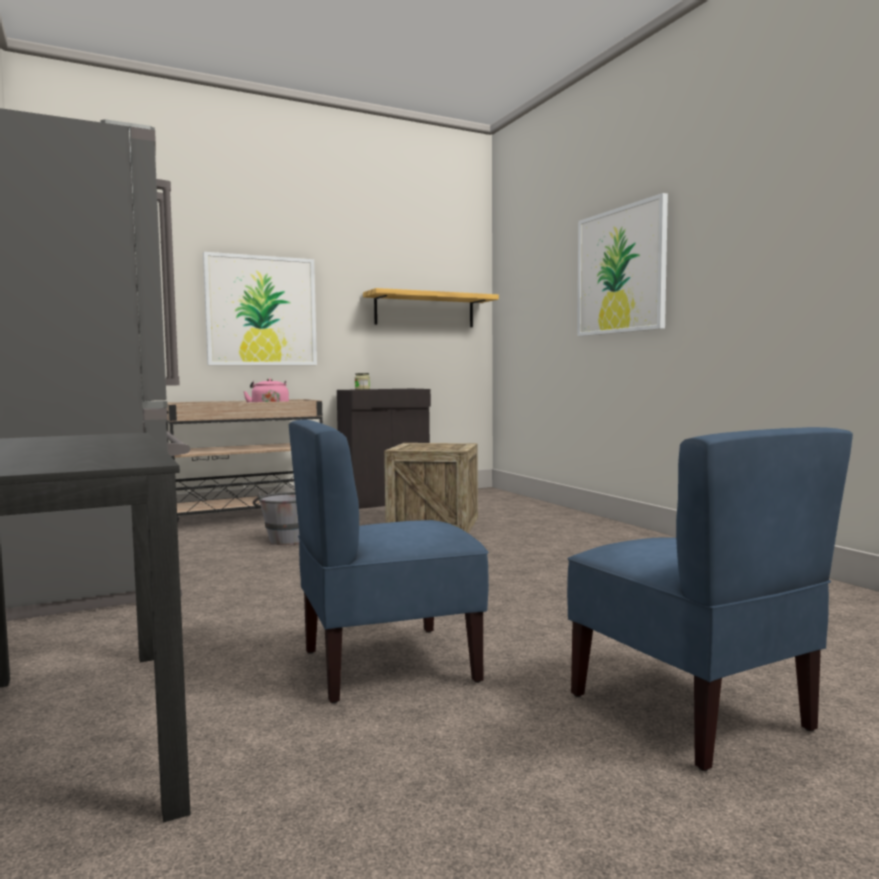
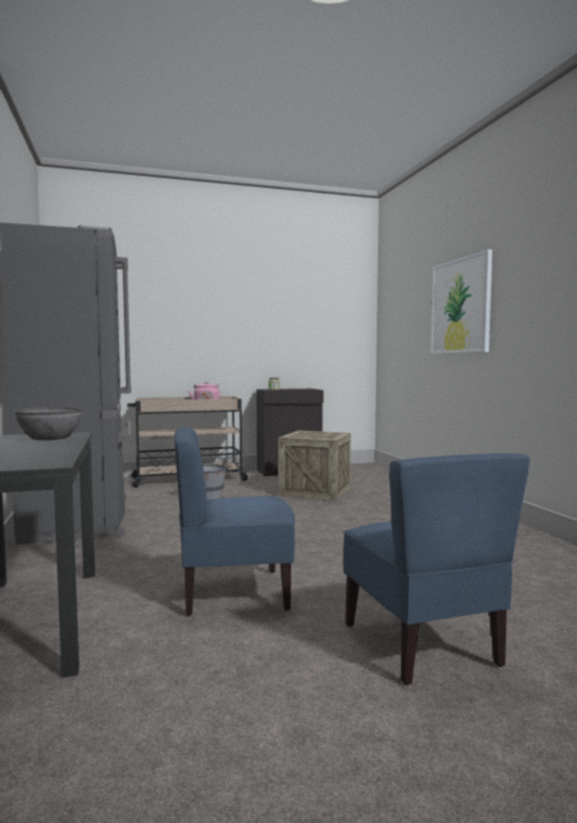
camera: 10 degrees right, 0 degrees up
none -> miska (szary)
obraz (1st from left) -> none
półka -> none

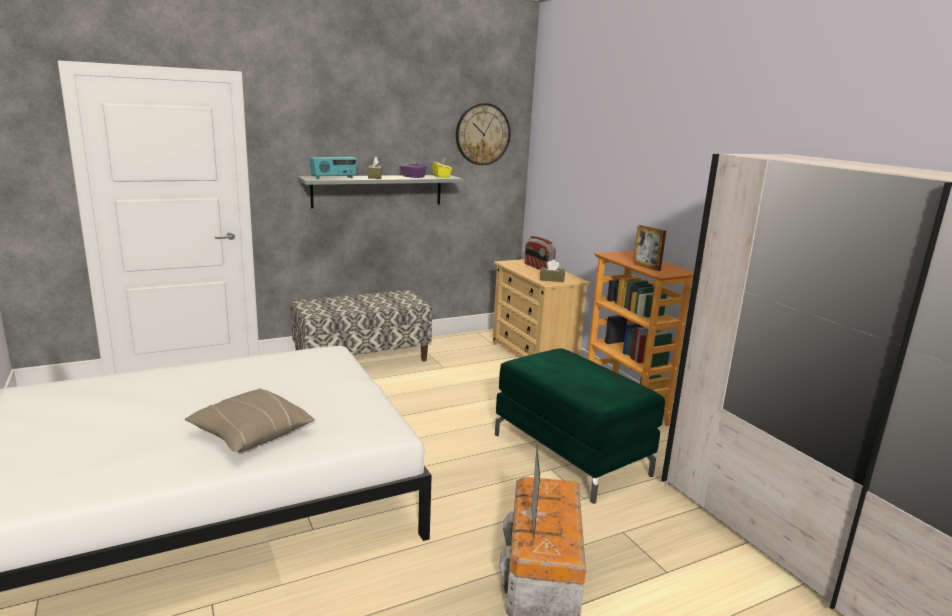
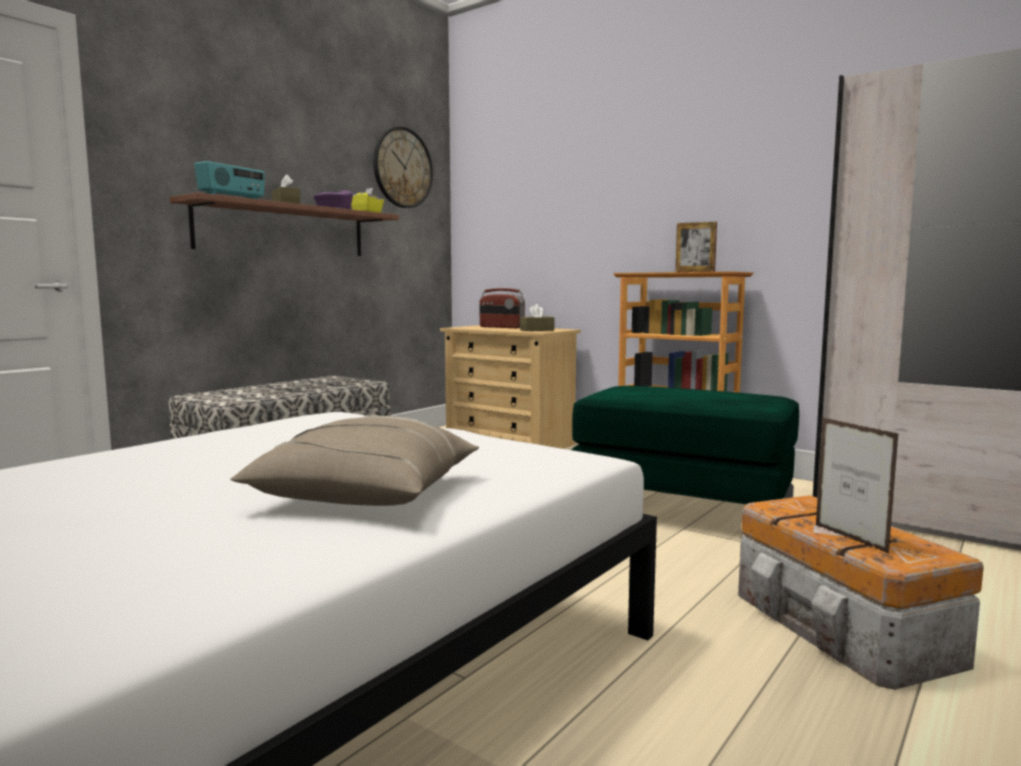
camera: 25 degrees left, 10 degrees down
półka (szary) -> półka (brązowy)

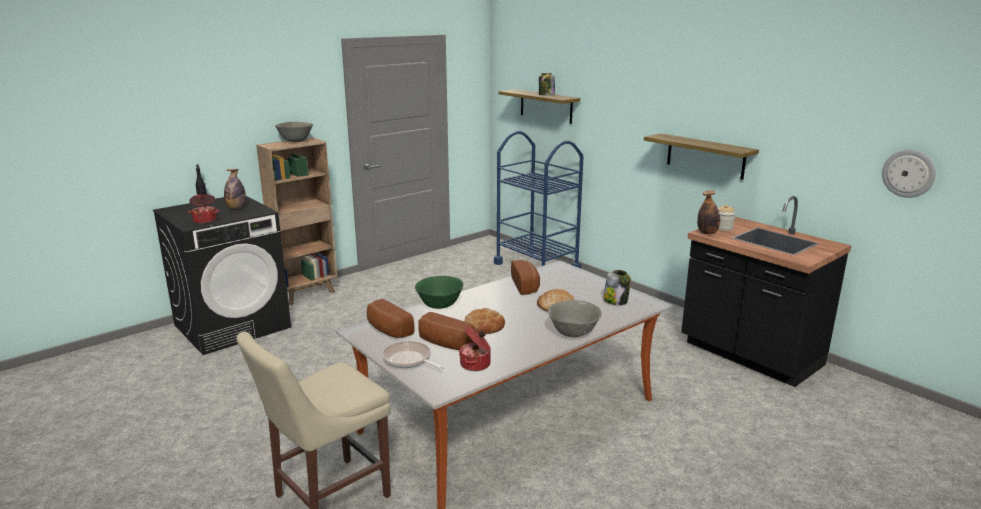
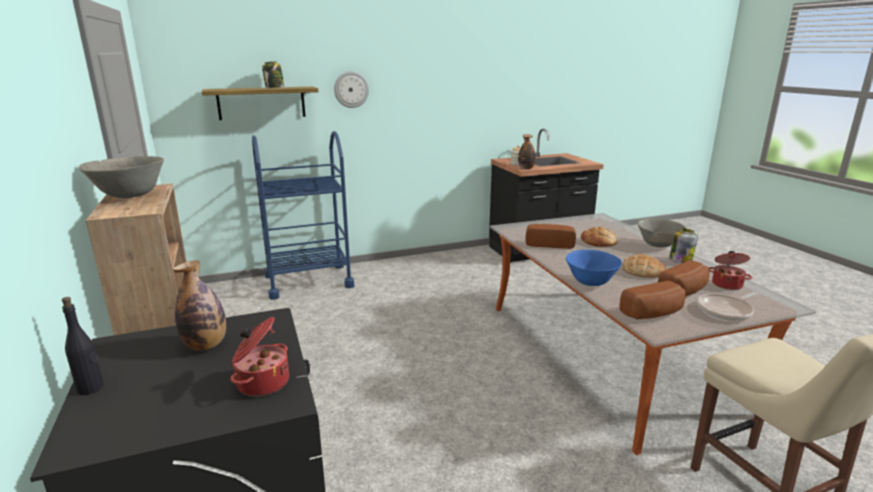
camera: 70 degrees left, 0 degrees up
zegar ścienny, move
miska (zielony) -> miska (niebieski)
słoik (2nd from left in the first image) -> słoik (3rd from left), move
półka (2nd from left) -> none

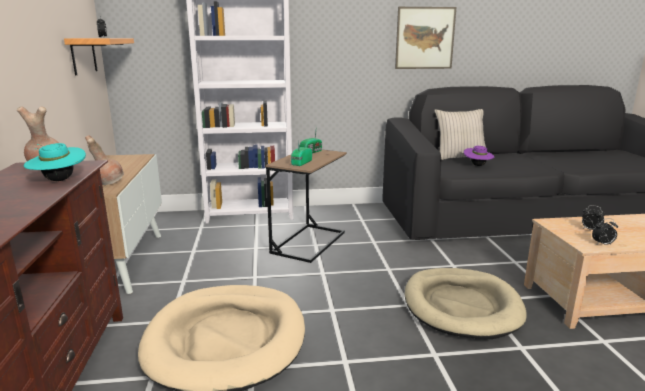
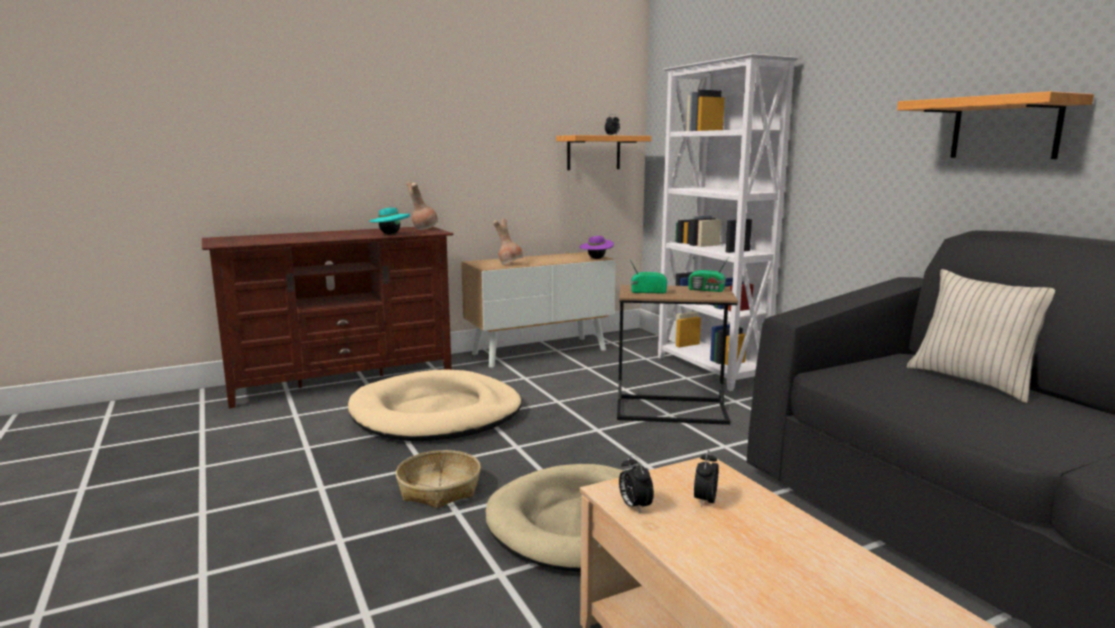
camera: 70 degrees right, 5 degrees down
none -> koszyk
kapelusz (fioletowy), move
obraz -> półka (2nd from left)

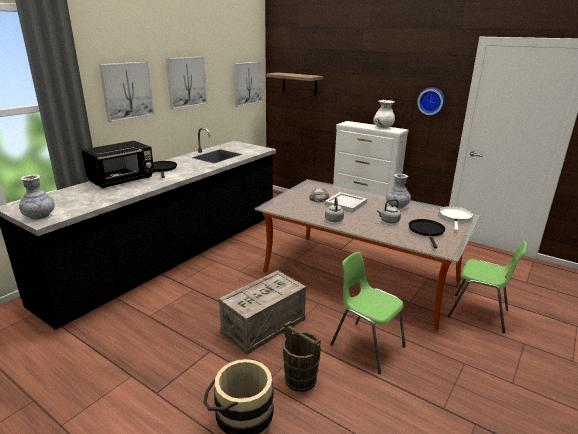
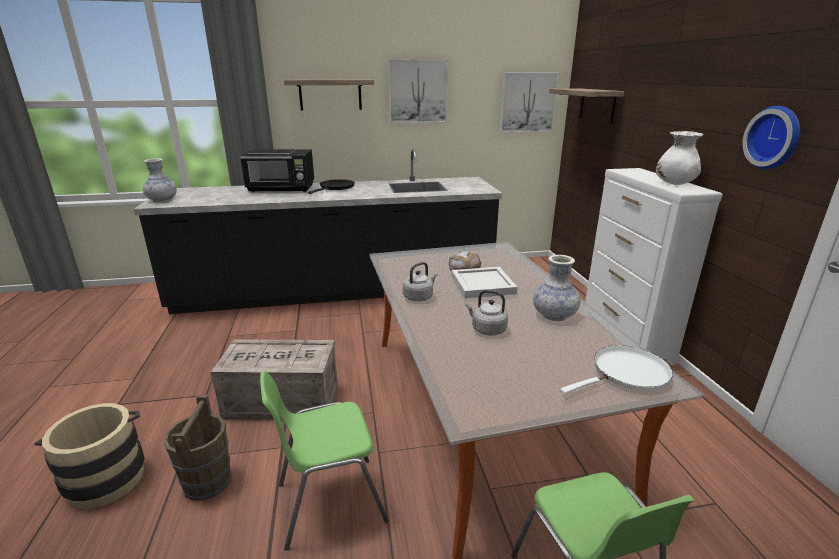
camera: 45 degrees right, 0 degrees up
krzesło (zielony) (1st from left), 105 degrees counterclockwise
obraz (1st from left) -> półka (1st from left)
patelnia (czarny) (2nd from left) -> none

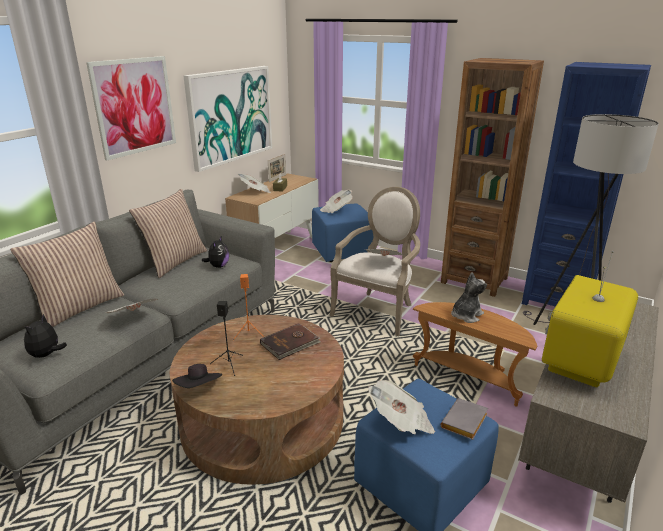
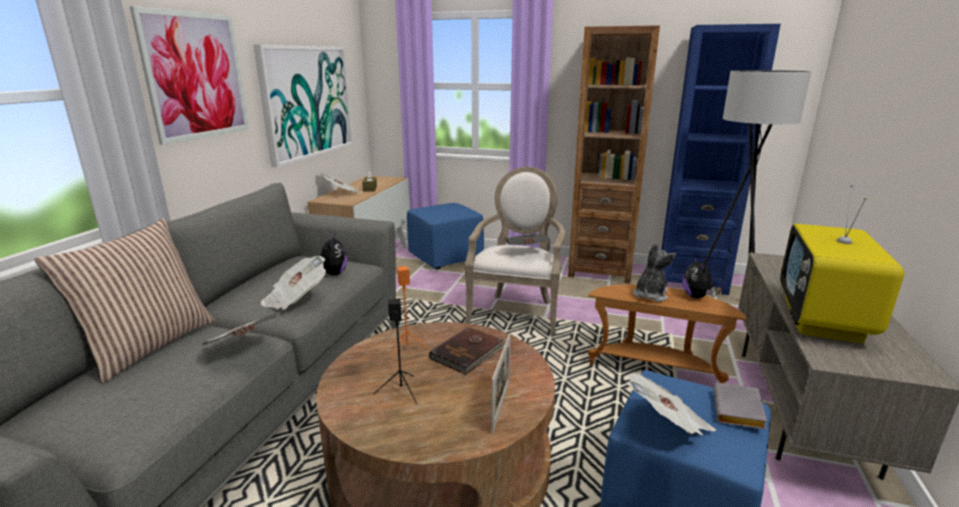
camera: 15 degrees left, 5 degrees down
gazeta (3rd from left in the first image) -> gazeta (2nd from left), move
ramka na zdjęcie, move
pluszak (1st from left in the first image) -> pluszak (3rd from left), move
poduszka (2nd from left) -> none
kapelusz (czarny) -> none

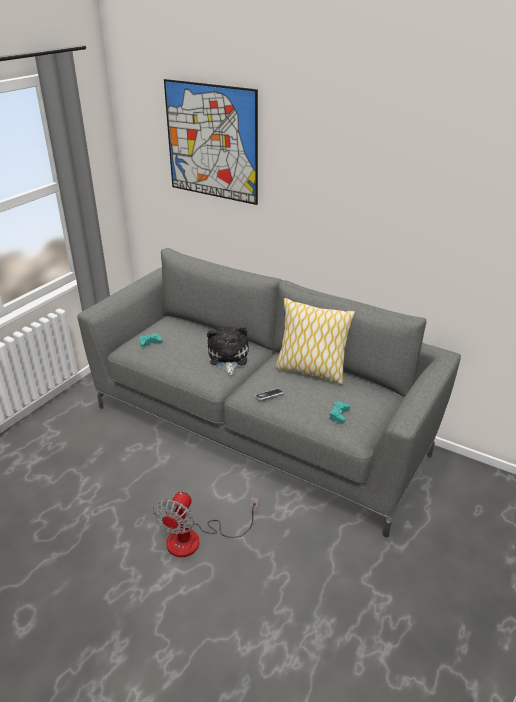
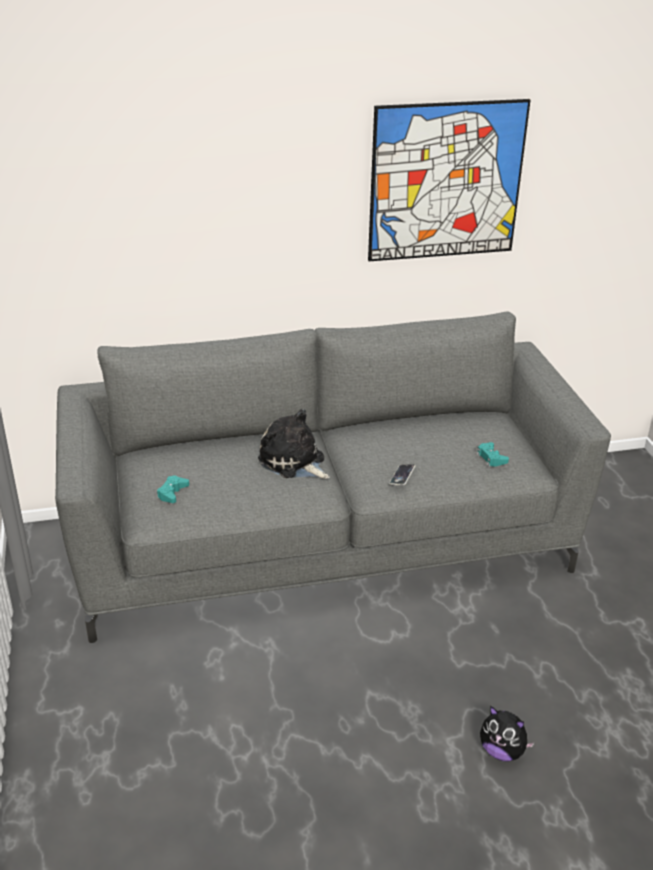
camera: 45 degrees left, 0 degrees up
obraz, move
none -> pluszak (2nd from left)
wentylator -> none
poduszka -> none

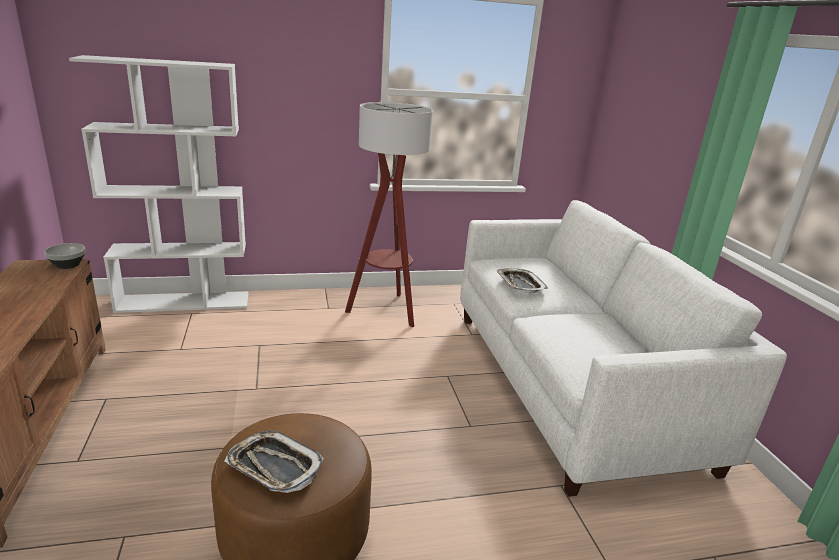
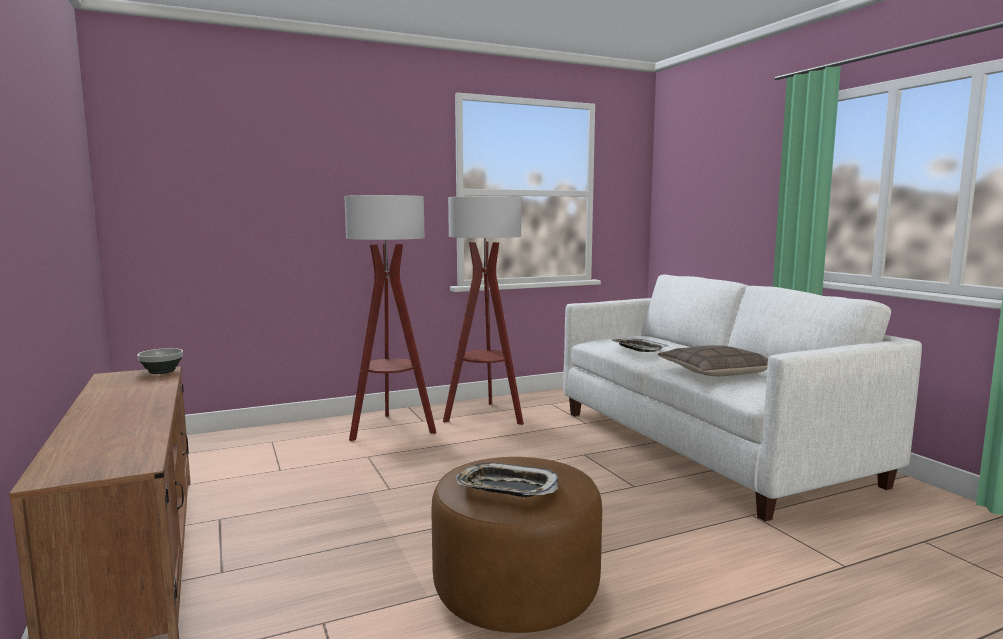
camera: 10 degrees left, 15 degrees down
none -> lampa stojąca (1st from left)
none -> poduszka
regał (biały) -> none

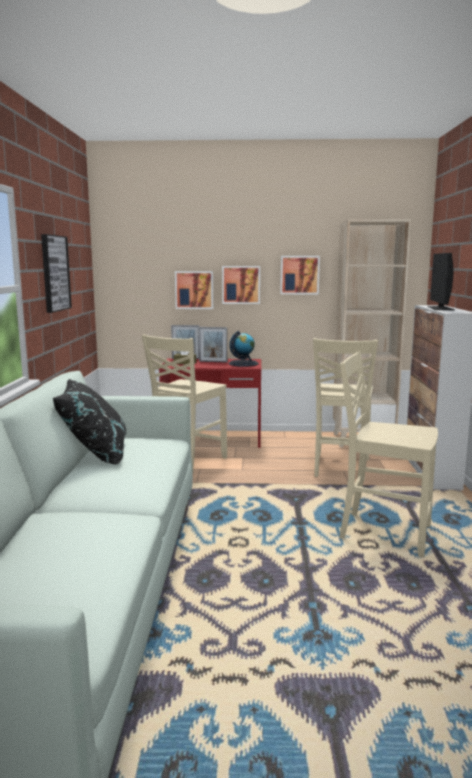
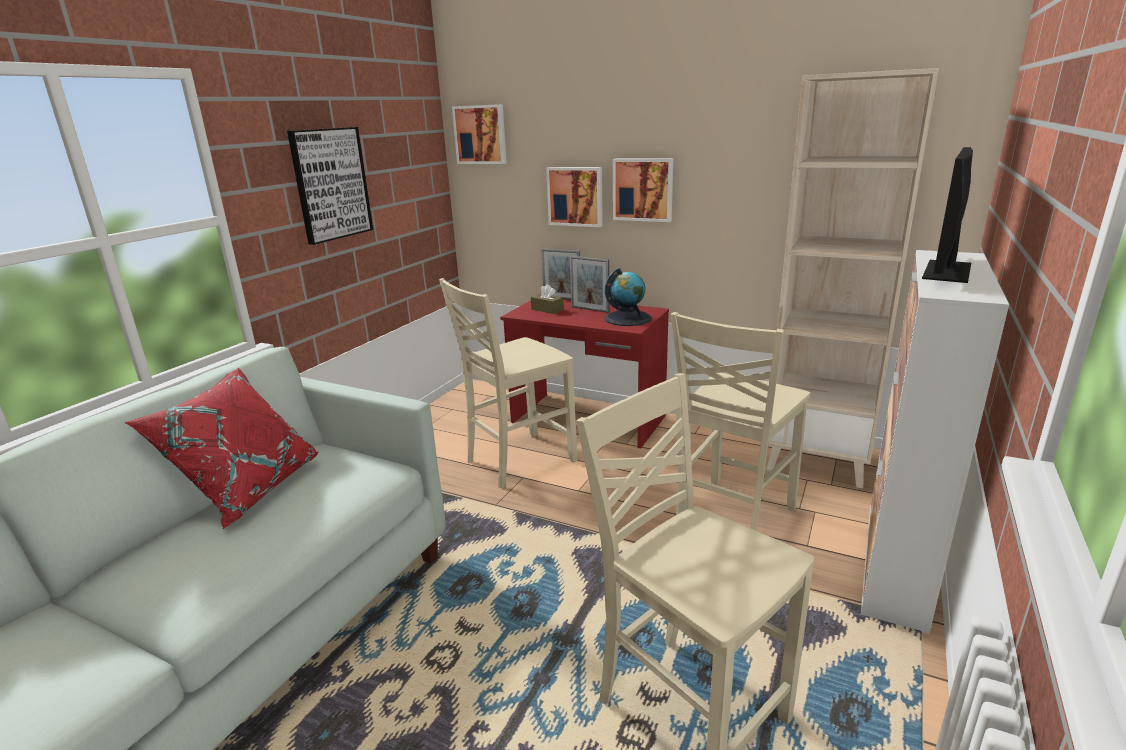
camera: 25 degrees right, 10 degrees up
poduszka (czarny) -> poduszka (czerwony)
obraz (4th from left in the first image) -> obraz (2nd from left), move

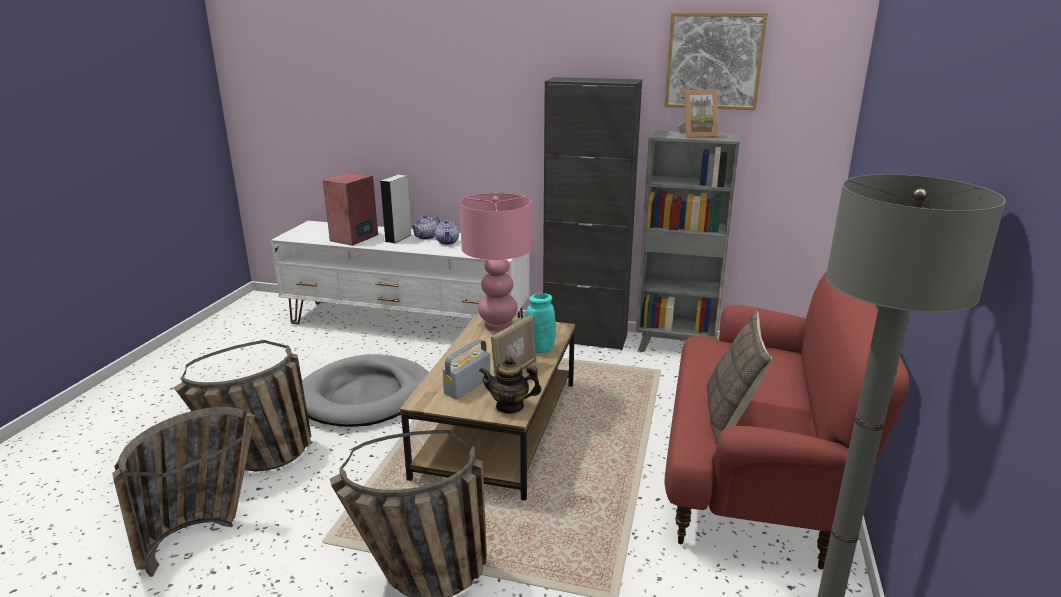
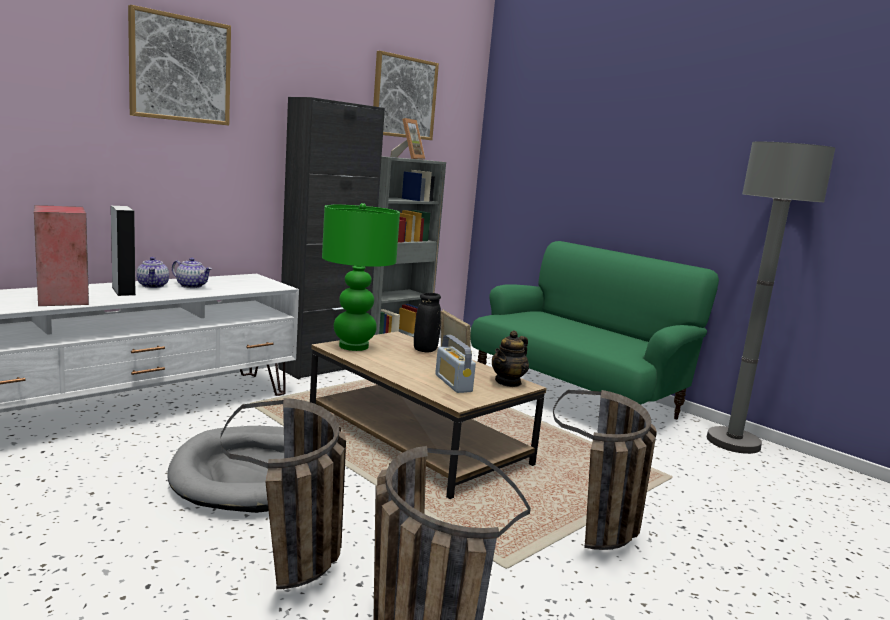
camera: 60 degrees left, 10 degrees down
none -> obraz (1st from left)
lampa stołowa (różowy) -> lampa stołowa (zielony)
wazon (turkusowy) -> wazon (czarny)
kanapa (czerwony) -> kanapa (zielony)
poduszka -> none

